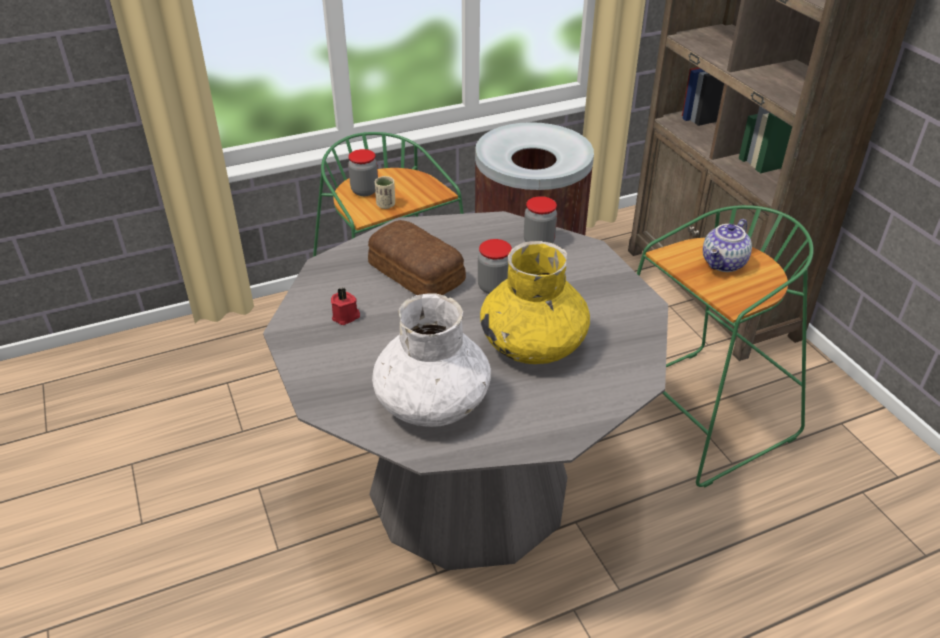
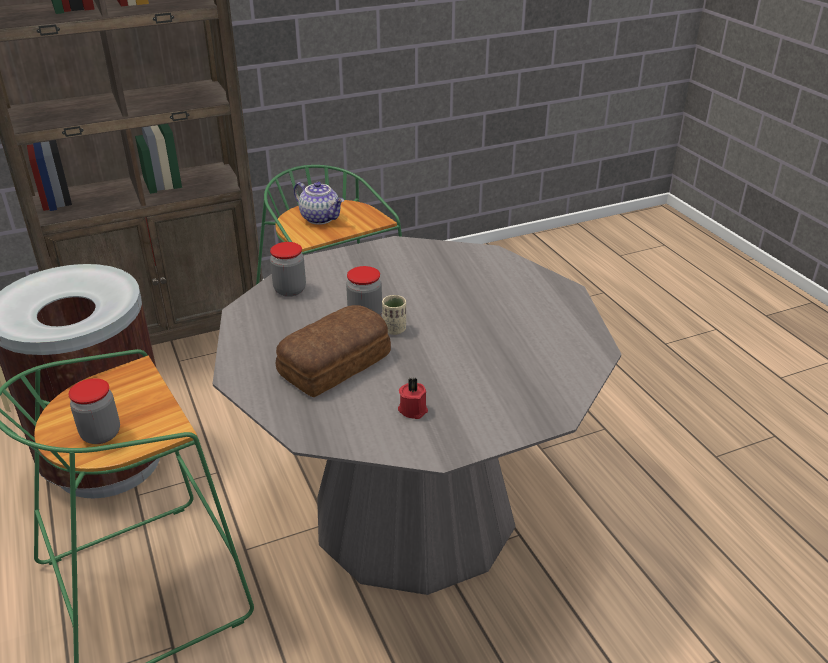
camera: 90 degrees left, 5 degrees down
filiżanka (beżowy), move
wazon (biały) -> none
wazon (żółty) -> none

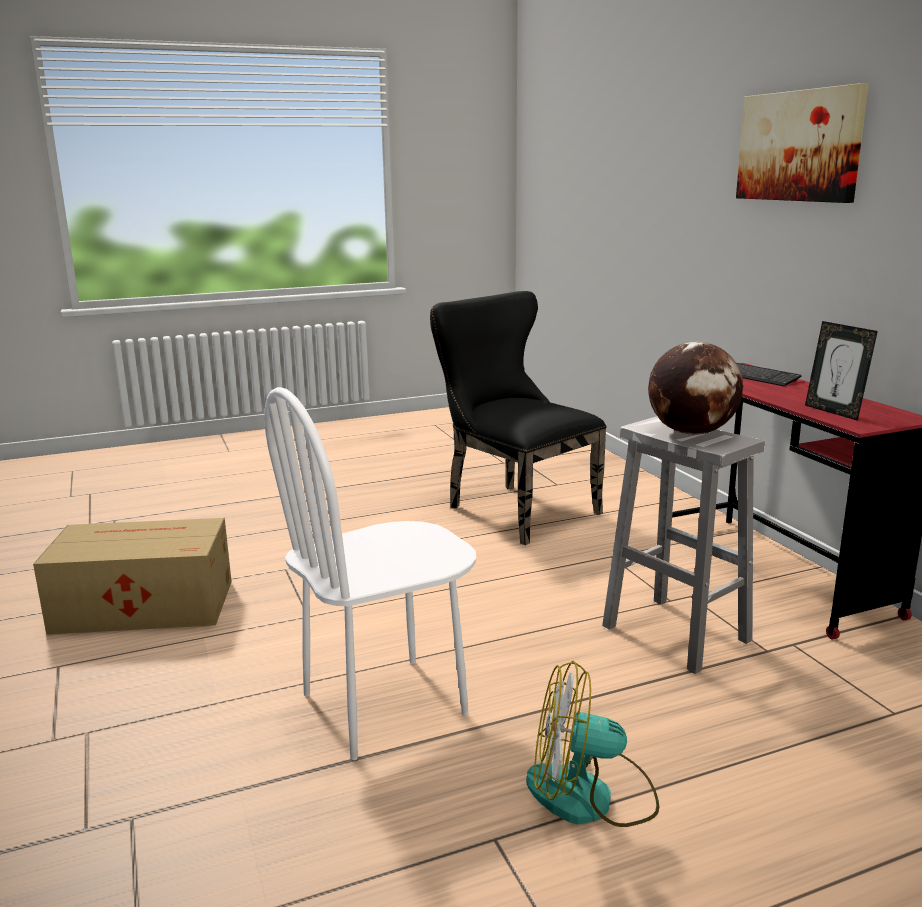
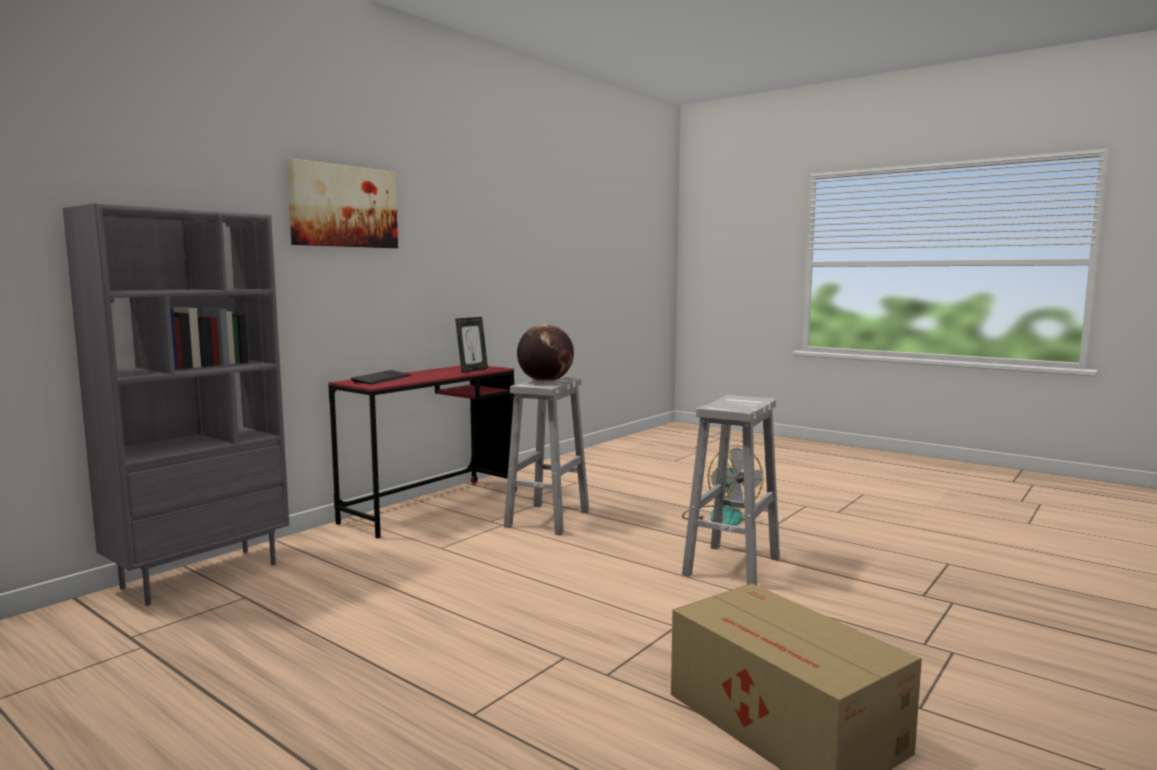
camera: 120 degrees left, 10 degrees down
none -> regał (szary)
krzesło (biały) -> stołek (biały) (2nd from left)
krzesło (czarny) -> none

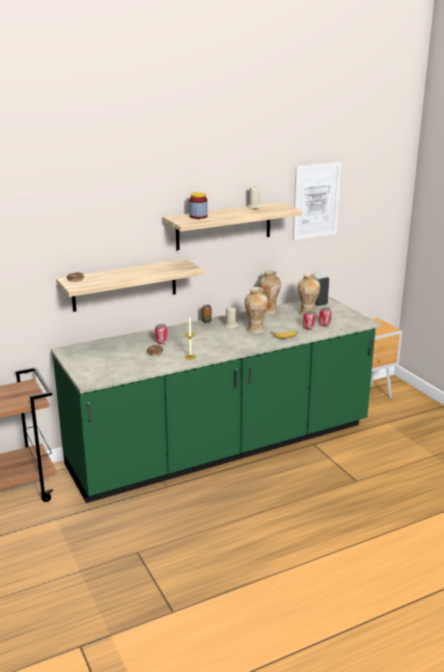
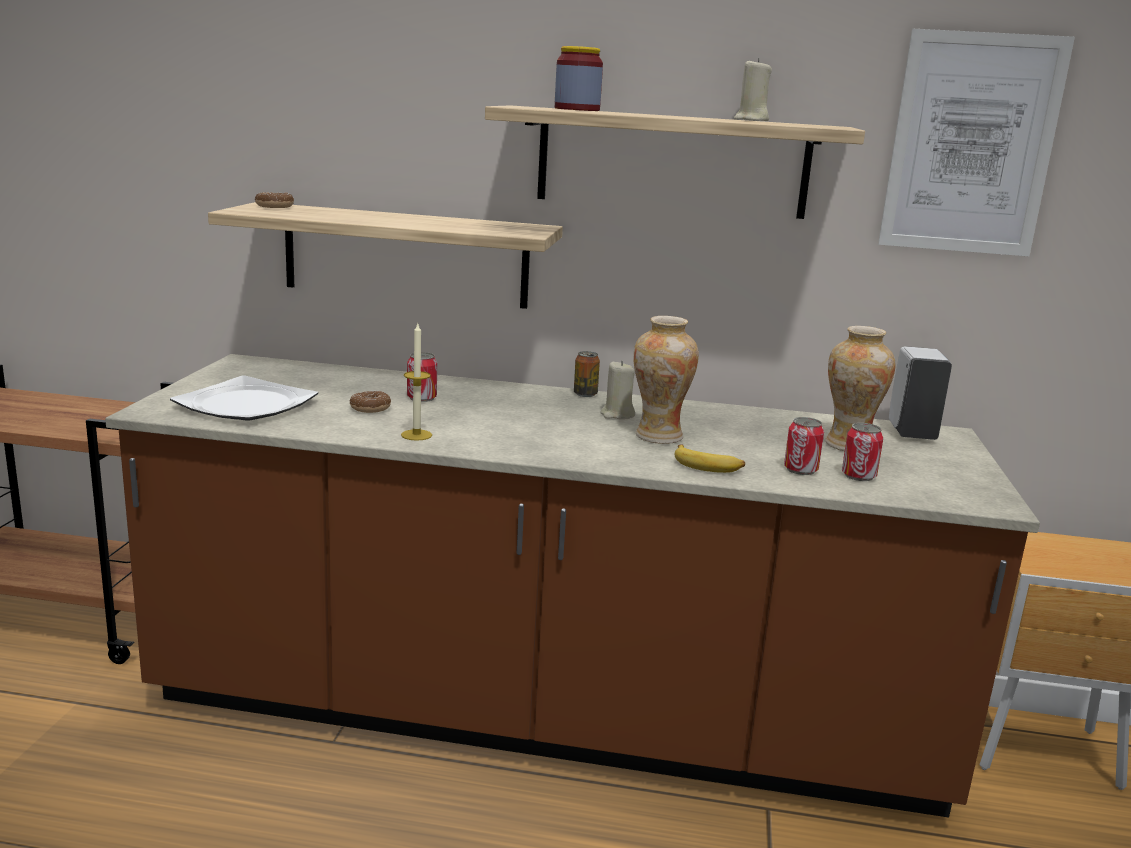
camera: 35 degrees right, 5 degrees down
zabudowa kuchenna (zielony) -> zabudowa kuchenna (brązowy)
none -> talerz
wazon (2nd from left) -> none

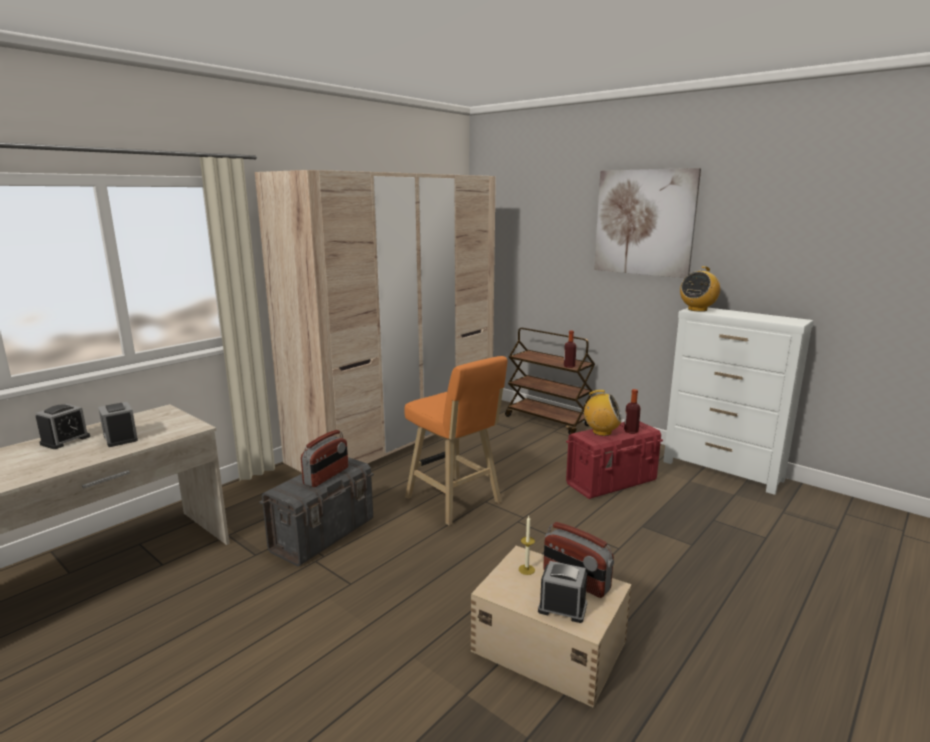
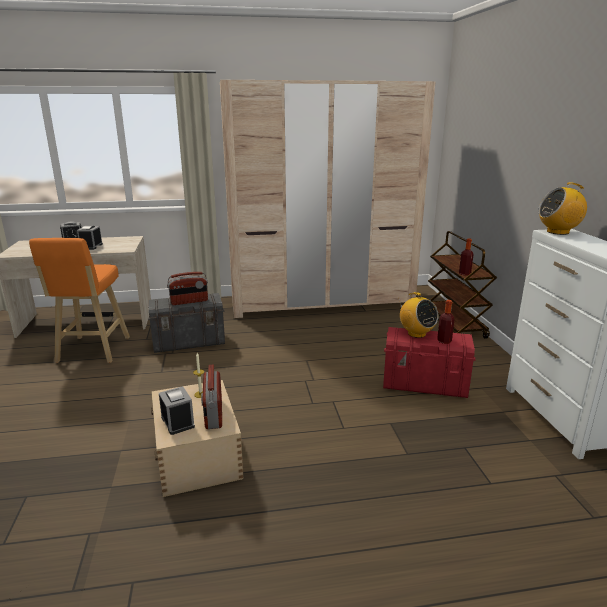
camera: 40 degrees right, 5 degrees up
stołek (pomarańczowy), move
obraz -> none

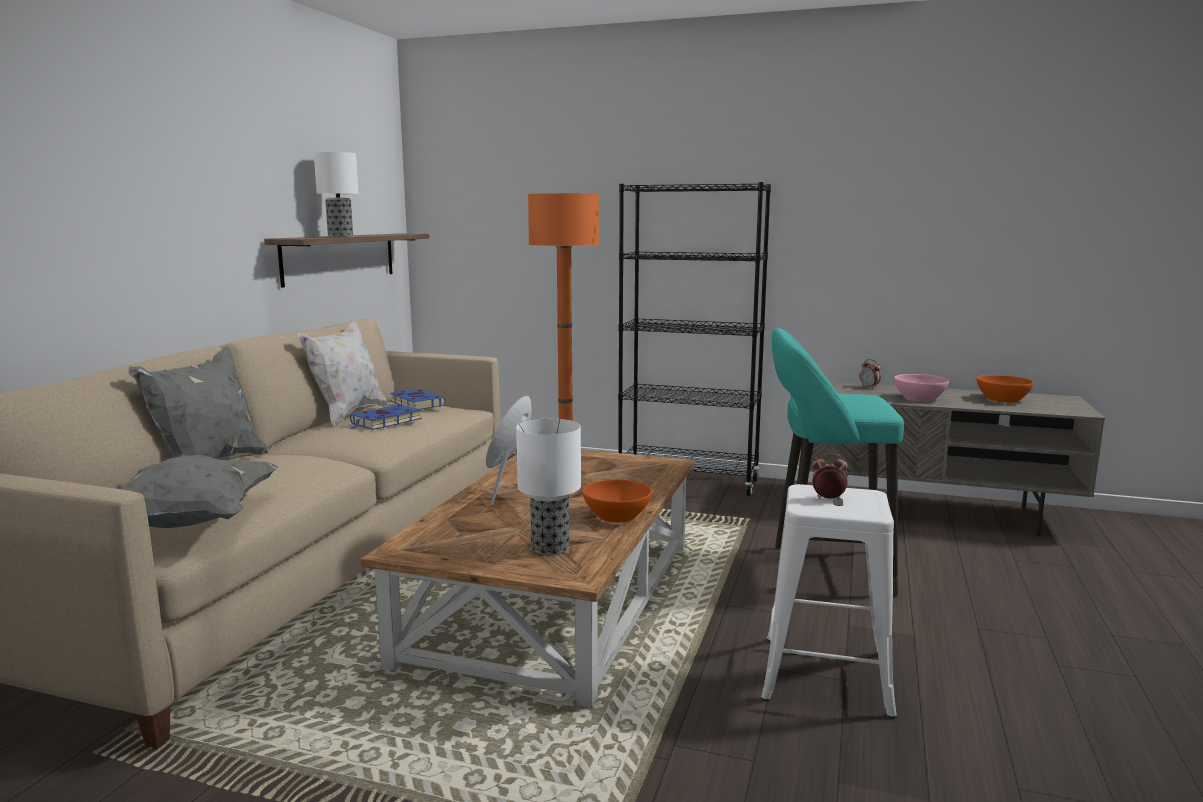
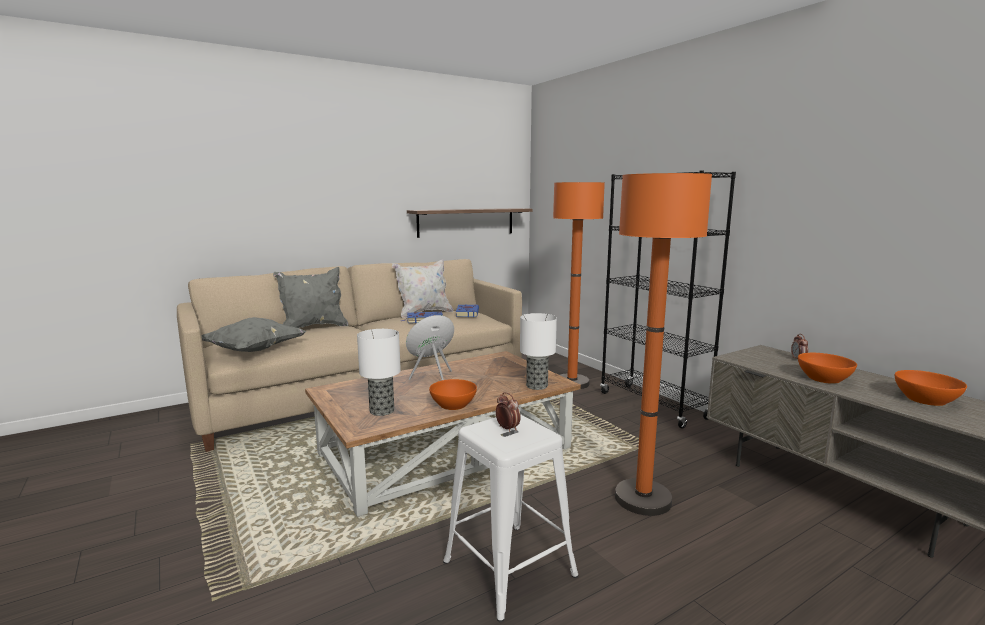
camera: 40 degrees right, 0 degrees up
lampa stołowa (1st from left in the first image) -> lampa stołowa (2nd from left), move
stołek (turkusowy) -> lampa stojąca (pomarańczowy) (2nd from left)
miska (różowy) -> miska (pomarańczowy) (2nd from left)

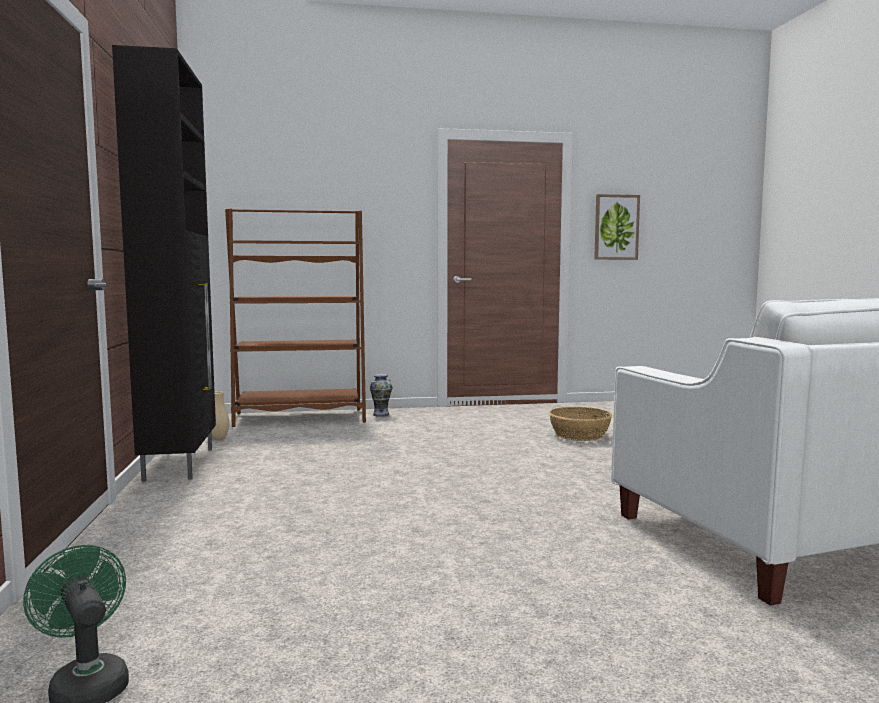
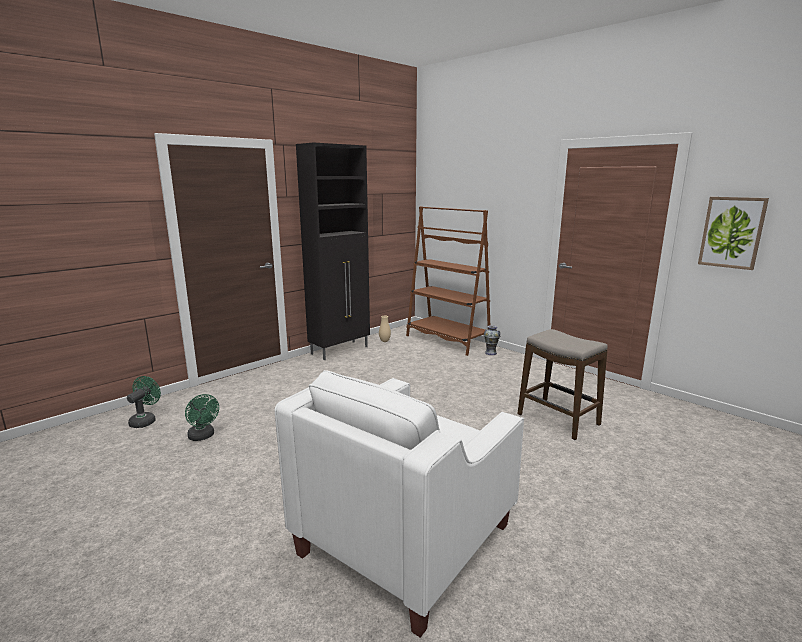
camera: 55 degrees right, 10 degrees up
none -> wentylator (zielony) (2nd from left)
koszyk -> stołek

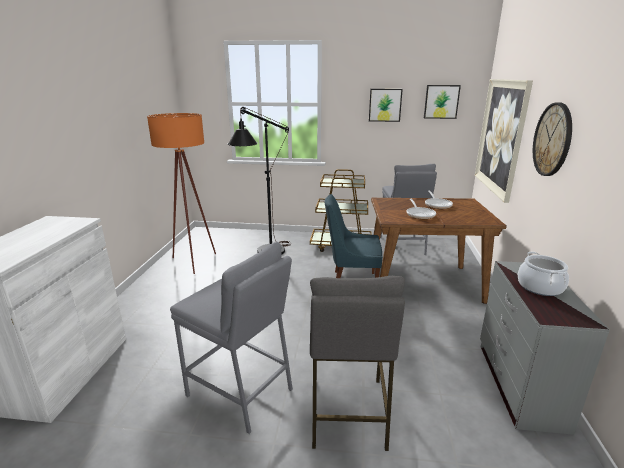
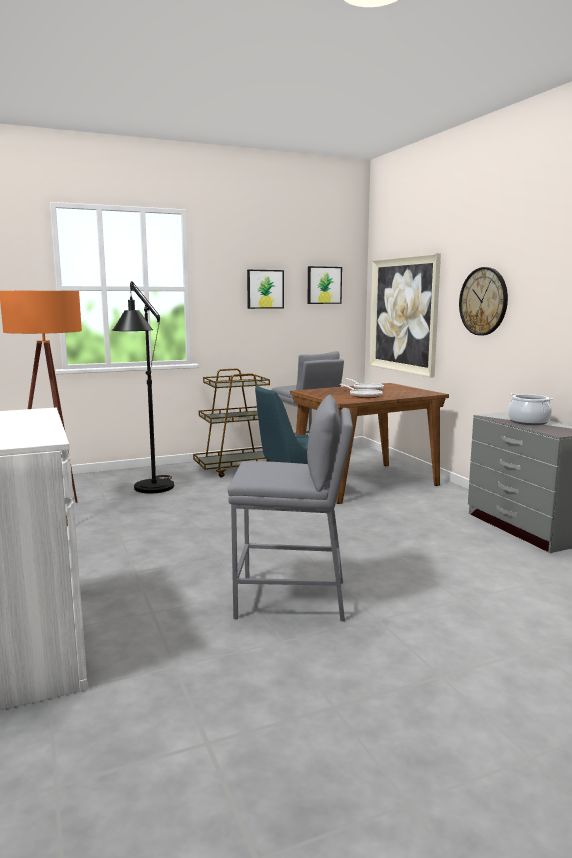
camera: 30 degrees left, 10 degrees down
stołek (szary) (2nd from left) -> none

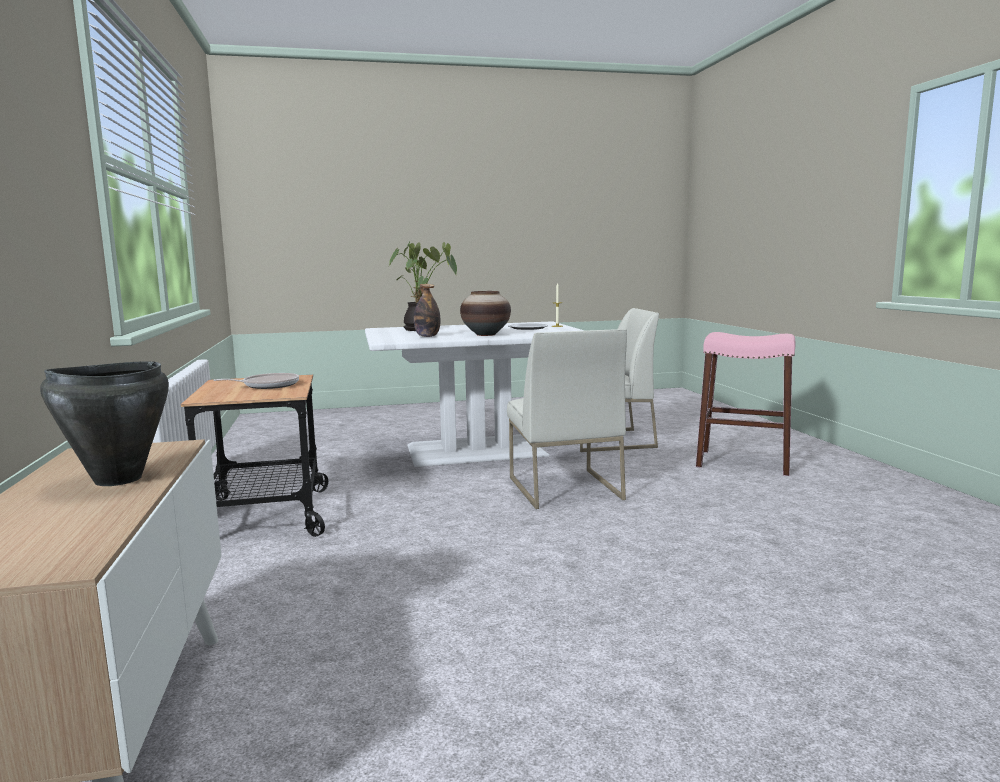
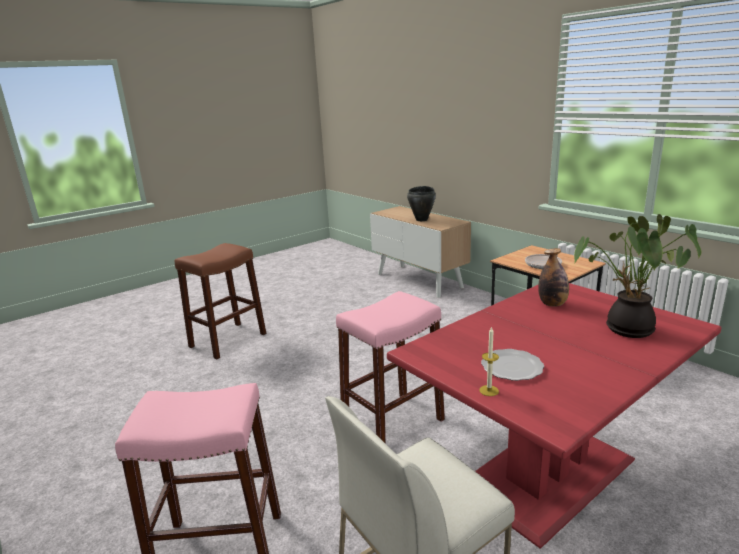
camera: 155 degrees right, 10 degrees up
none -> stołek (brązowy)
krzesło (biały) (1st from left) -> stołek (różowy) (2nd from left)
stół jadalny (biały) -> stół jadalny (czerwony)
wazon -> none

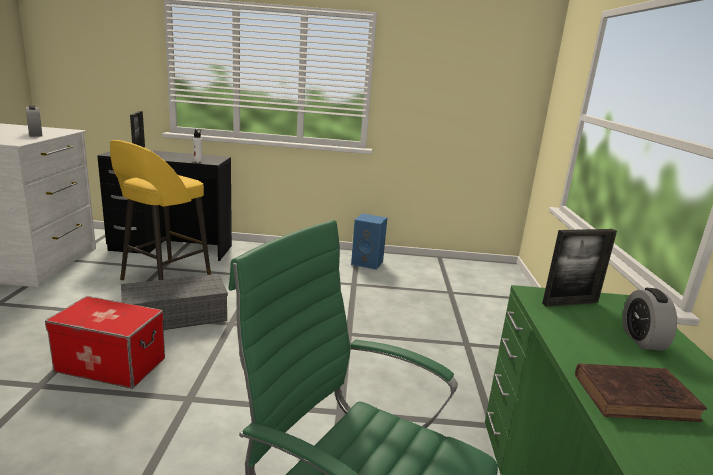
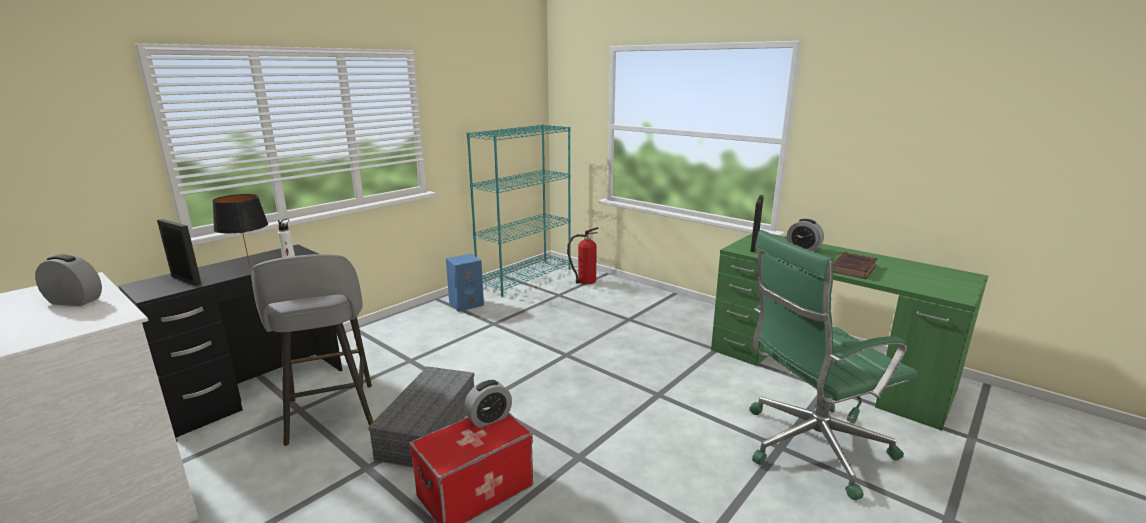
camera: 50 degrees left, 0 degrees up
none -> lampa stołowa (czarny)
stołek (żółty) -> stołek (szary)
none -> budzik (2nd from left)
none -> regał (turkusowy)
none -> gaśnica

